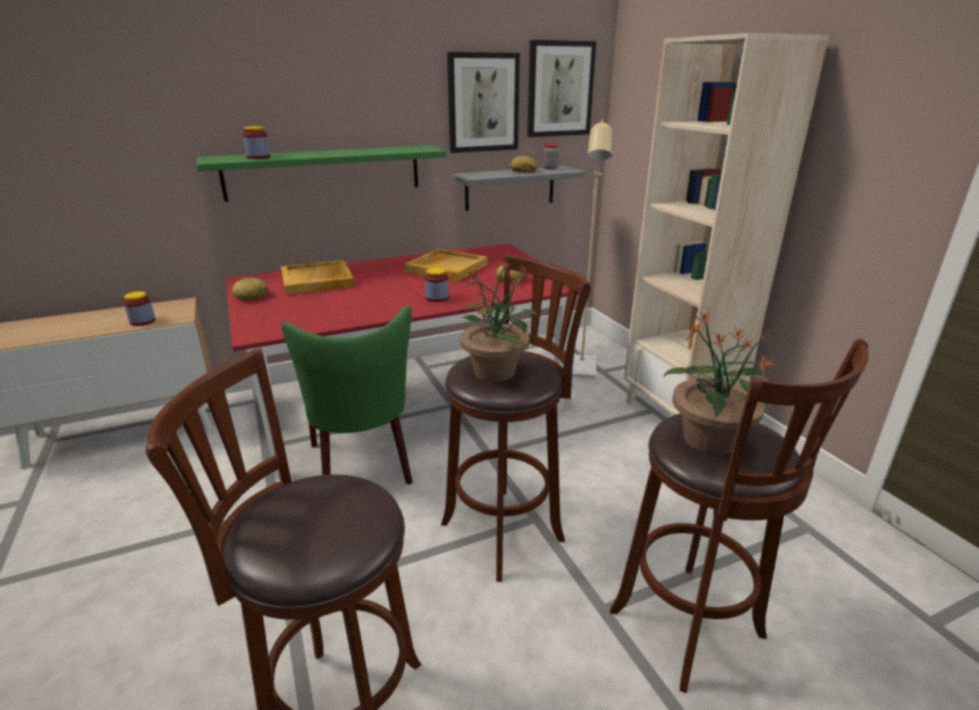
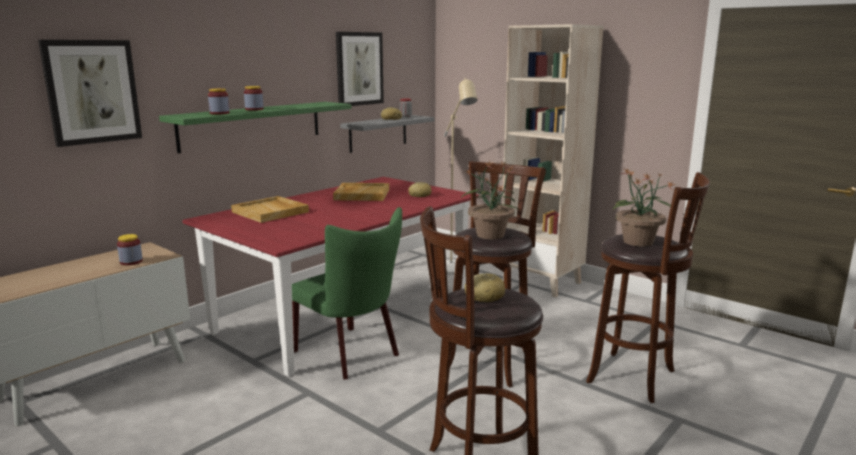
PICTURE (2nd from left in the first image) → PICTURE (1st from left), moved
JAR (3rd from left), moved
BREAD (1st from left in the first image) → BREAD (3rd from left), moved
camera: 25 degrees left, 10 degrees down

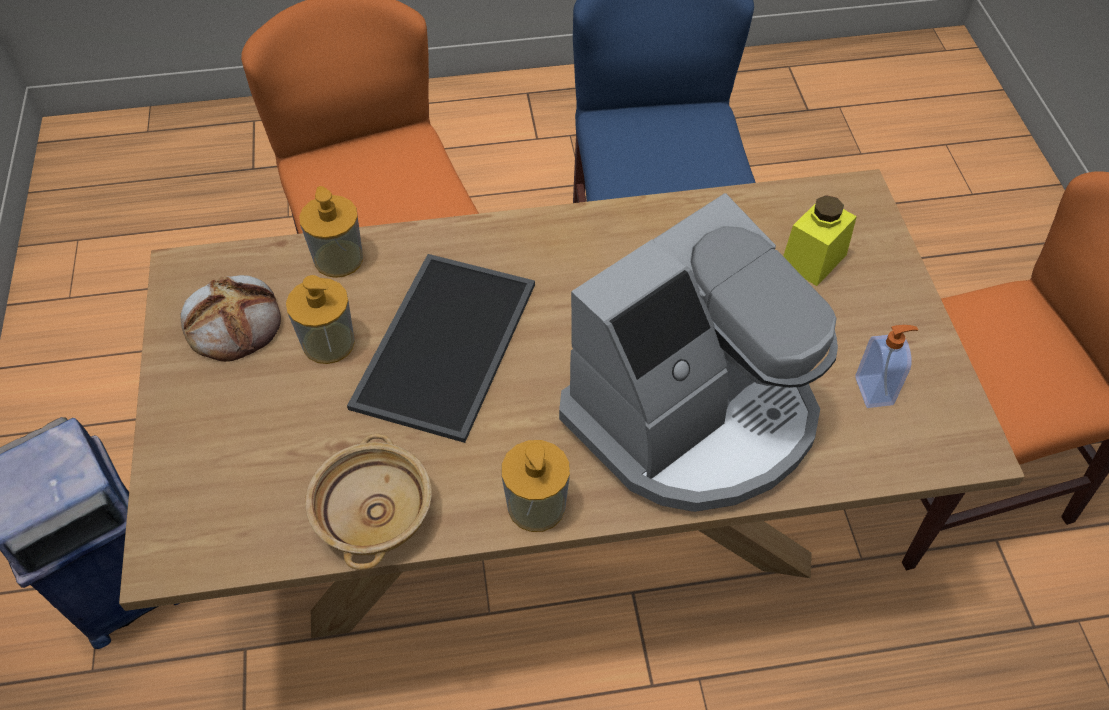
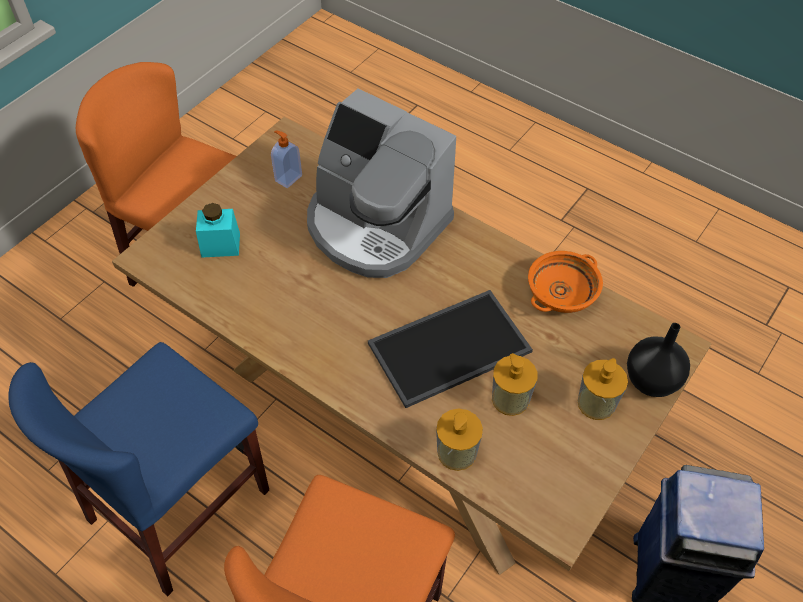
COFFEE MACHINE, 150 degrees counterclockwise
YELLOW JAR → TURQUOISE JAR
BREAD → -
BEIGE BOWL → ORANGE BOWL
SOAP DISPENSER (3rd from left in the first image) → SOAP DISPENSER (4th from left), moved
- → BLACK VASE
camera: 135 degrees left, 0 degrees up

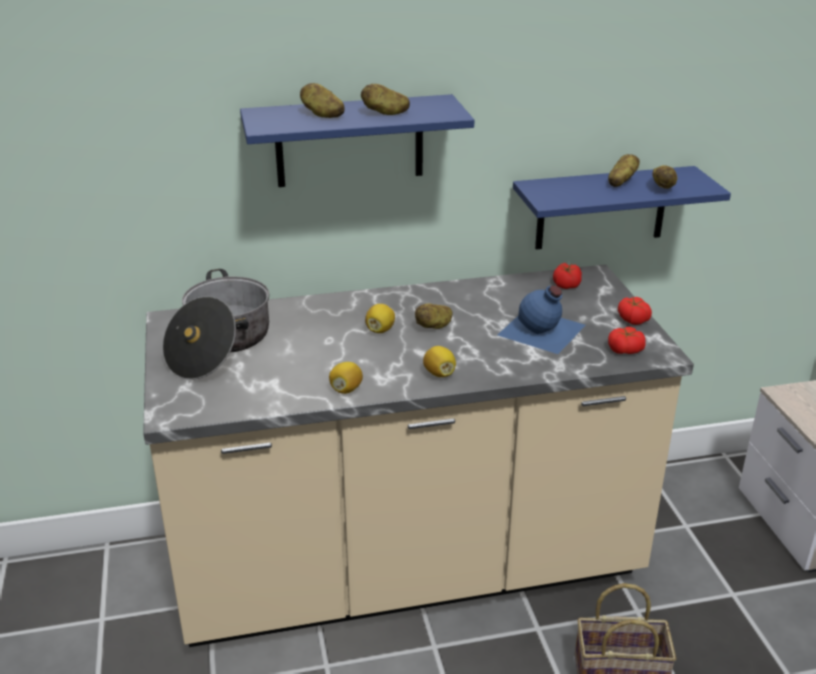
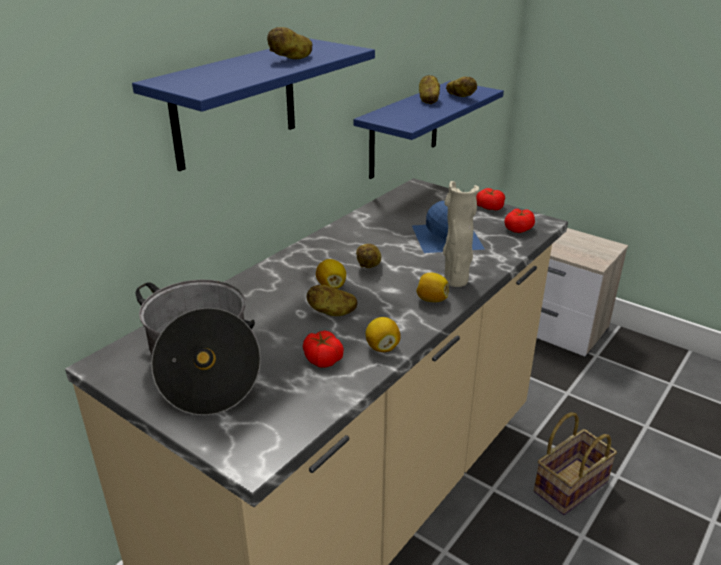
POTATO (1st from left in the first image) → POTATO (2nd from left), moved
TOMATO (1st from left), moved
- → BEIGE VASE
camera: 40 degrees left, 0 degrees up

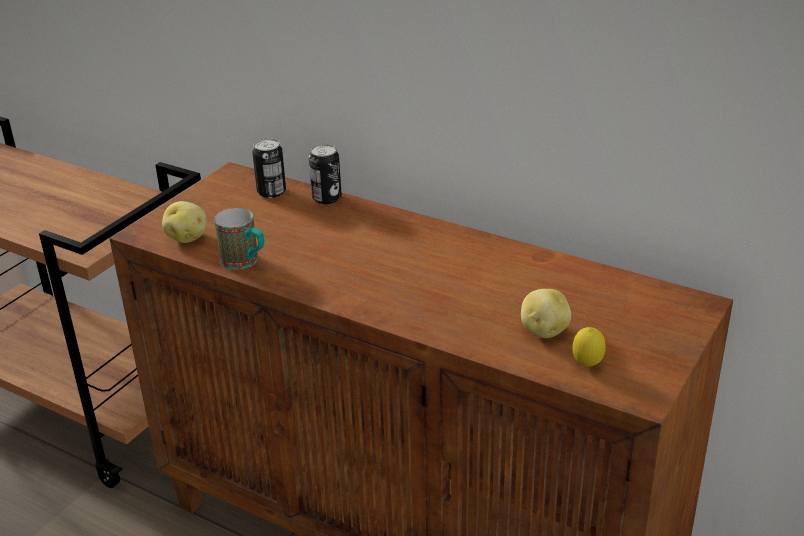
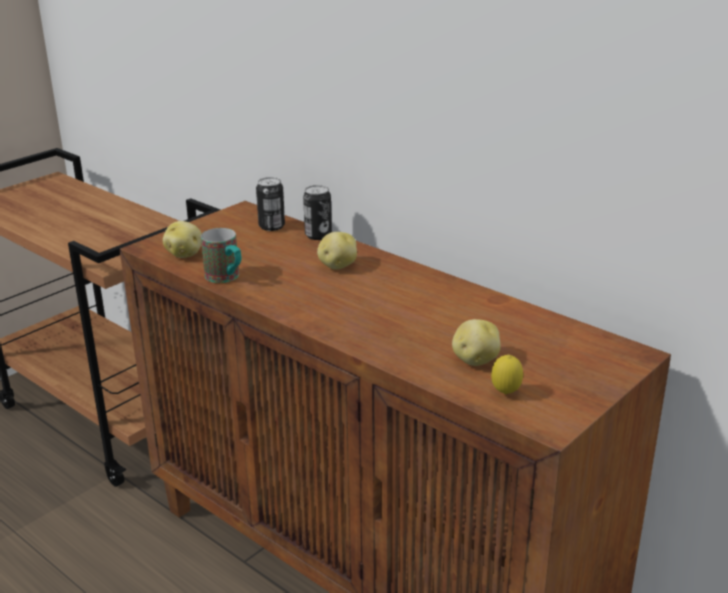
- → POTATO (2nd from left)
camera: 10 degrees right, 5 degrees down

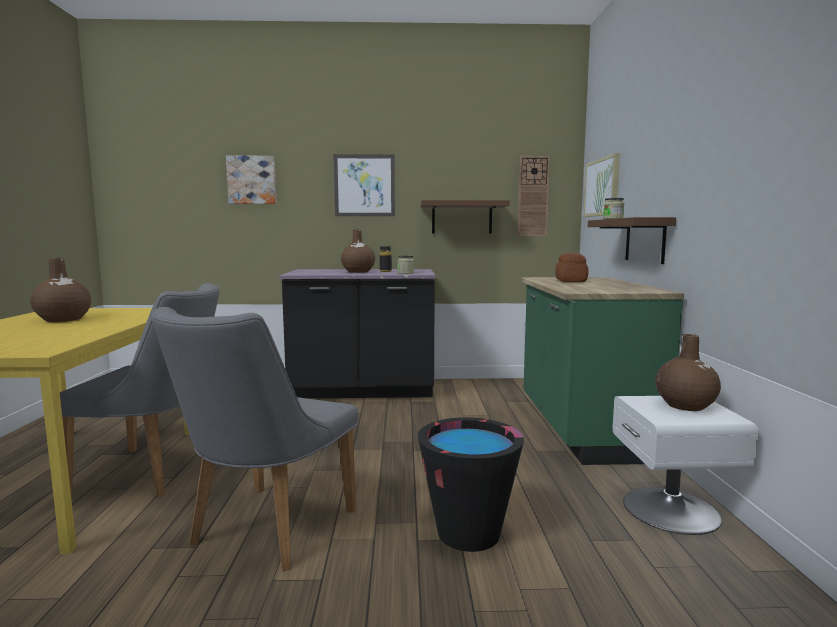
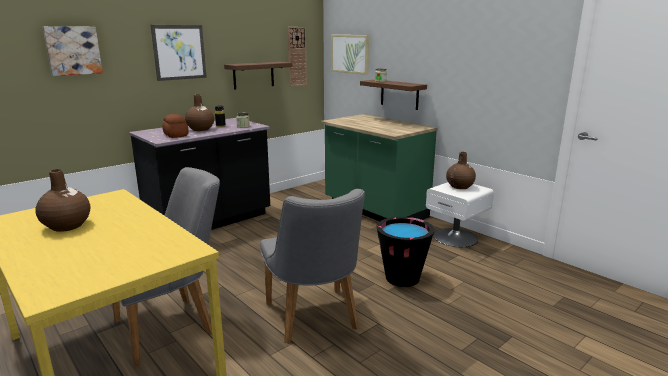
BREAD, moved
camera: 40 degrees left, 10 degrees up

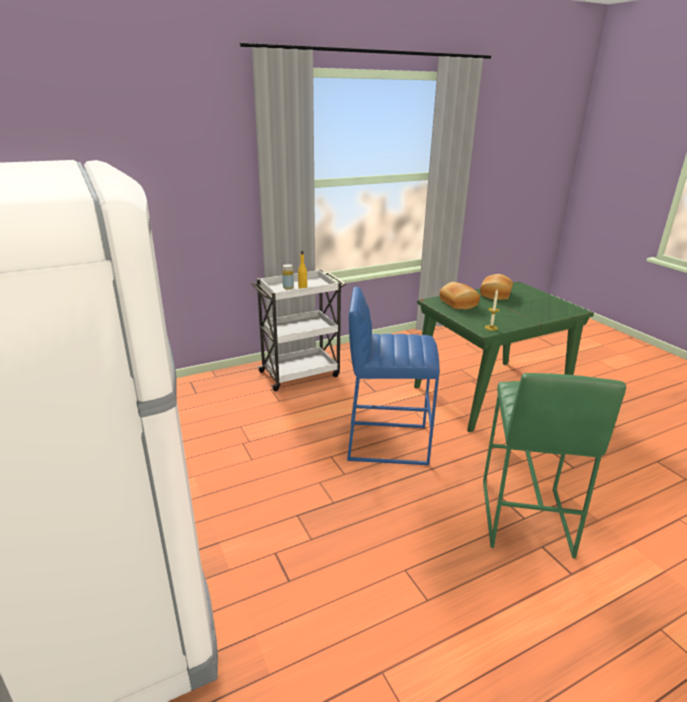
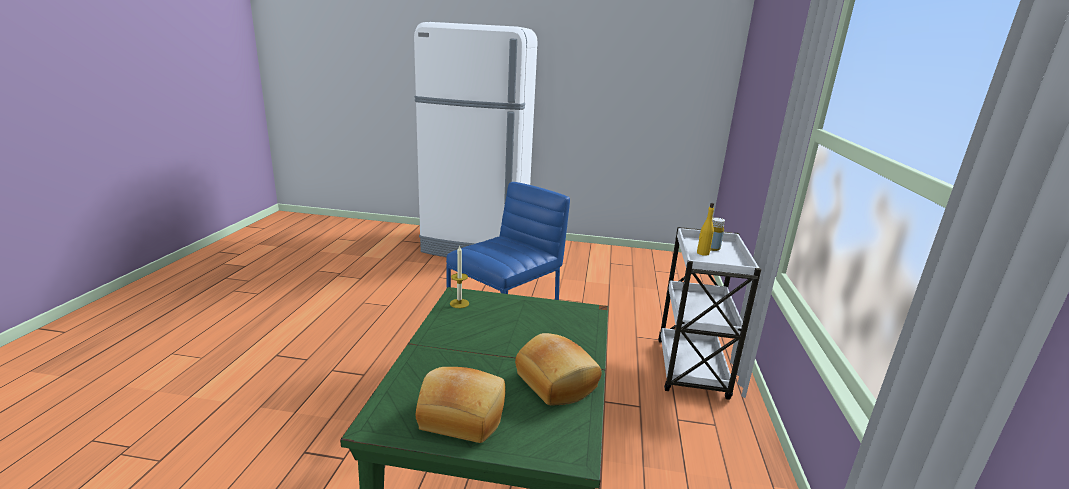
BREAD (1st from left), moved
GREEN STOOL → -
camera: 125 degrees right, 5 degrees down

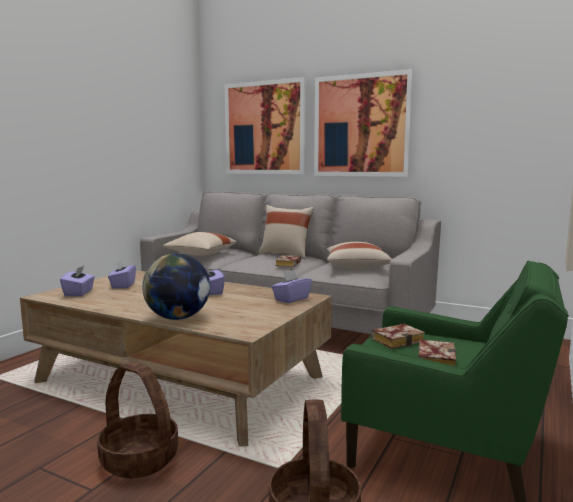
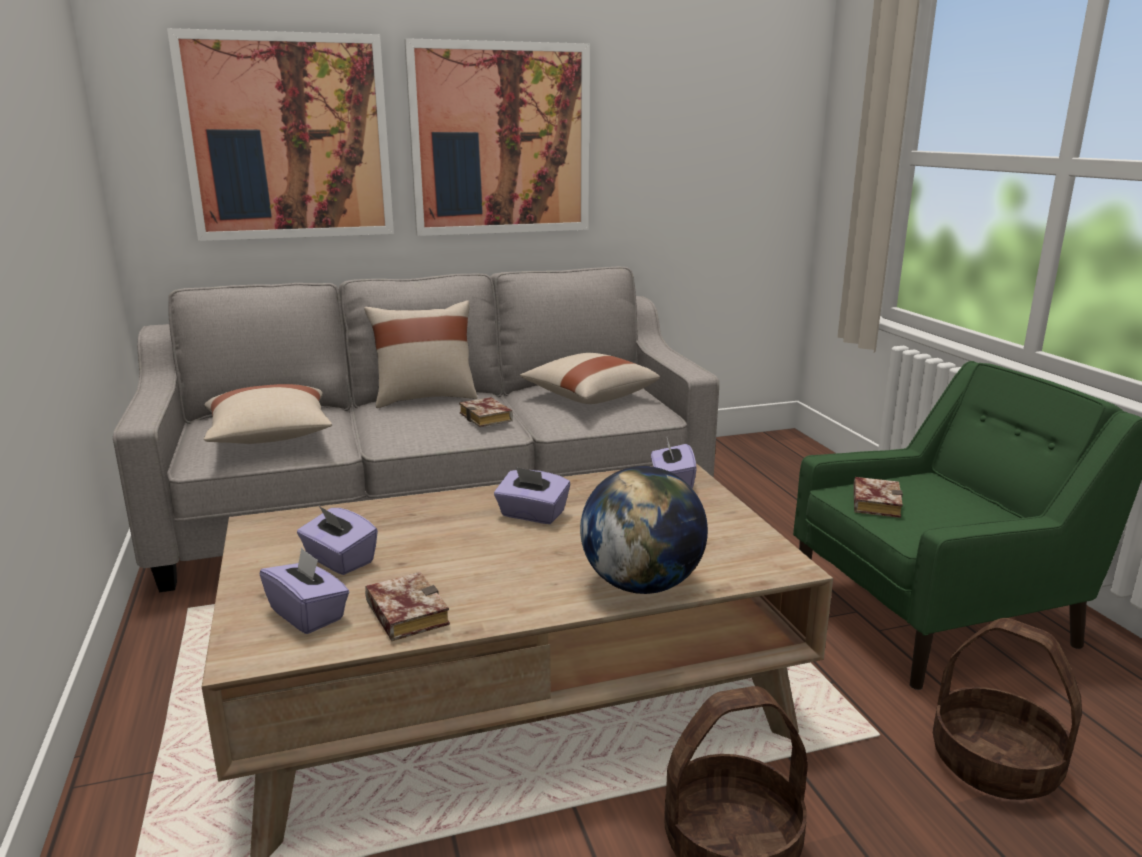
BOOK (3rd from left in the first image) → BOOK (1st from left), moved
camera: 45 degrees left, 10 degrees up

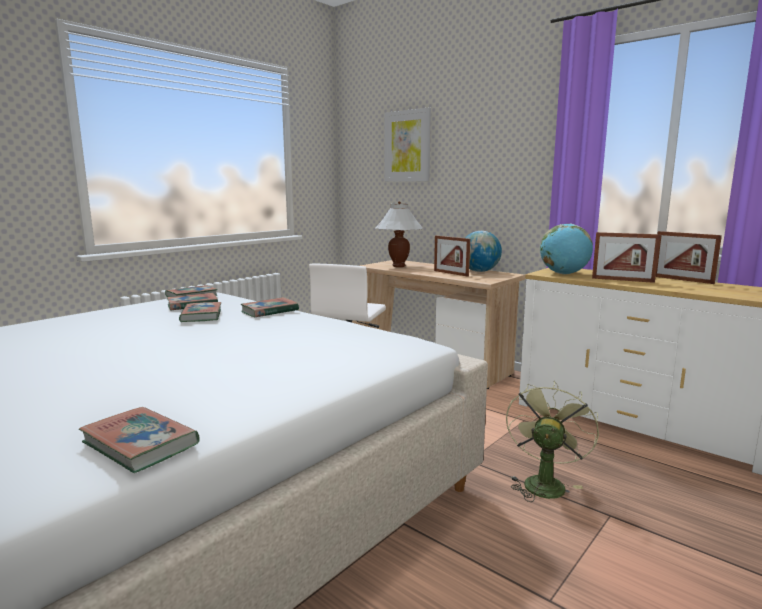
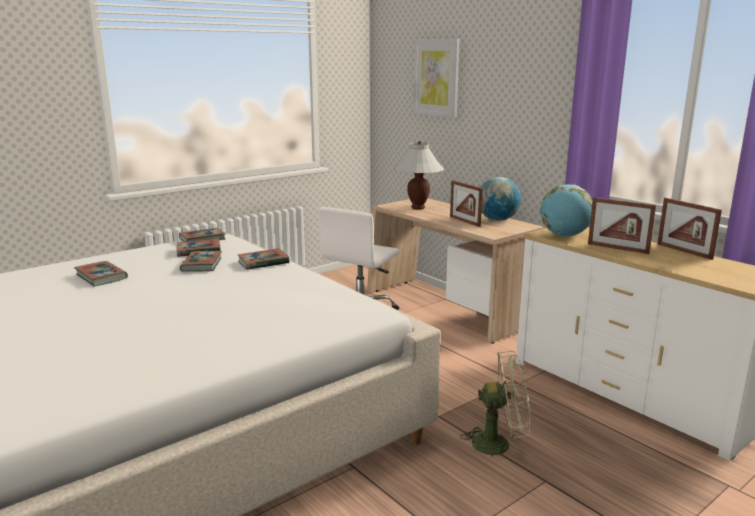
GREEN FAN, 60 degrees clockwise
BOOK (1st from left), moved
camera: 10 degrees right, 5 degrees up

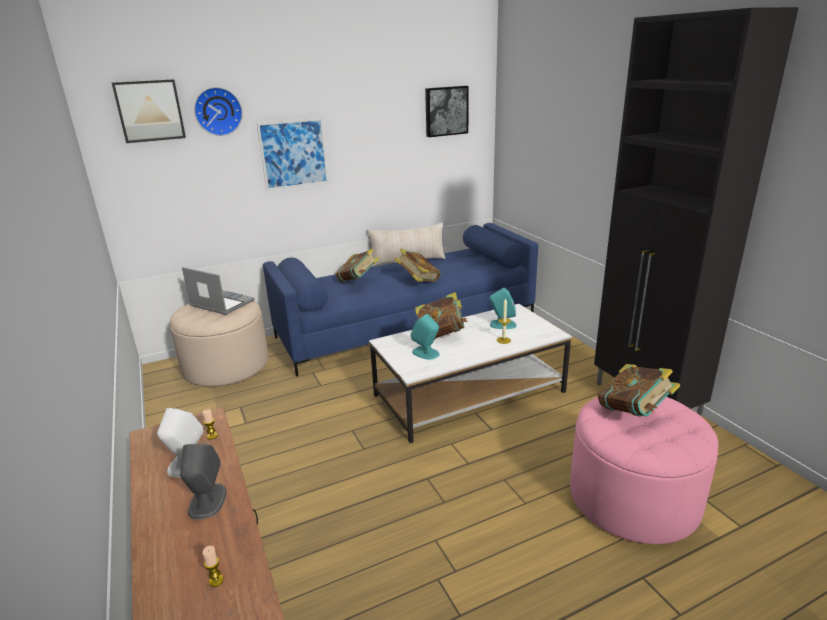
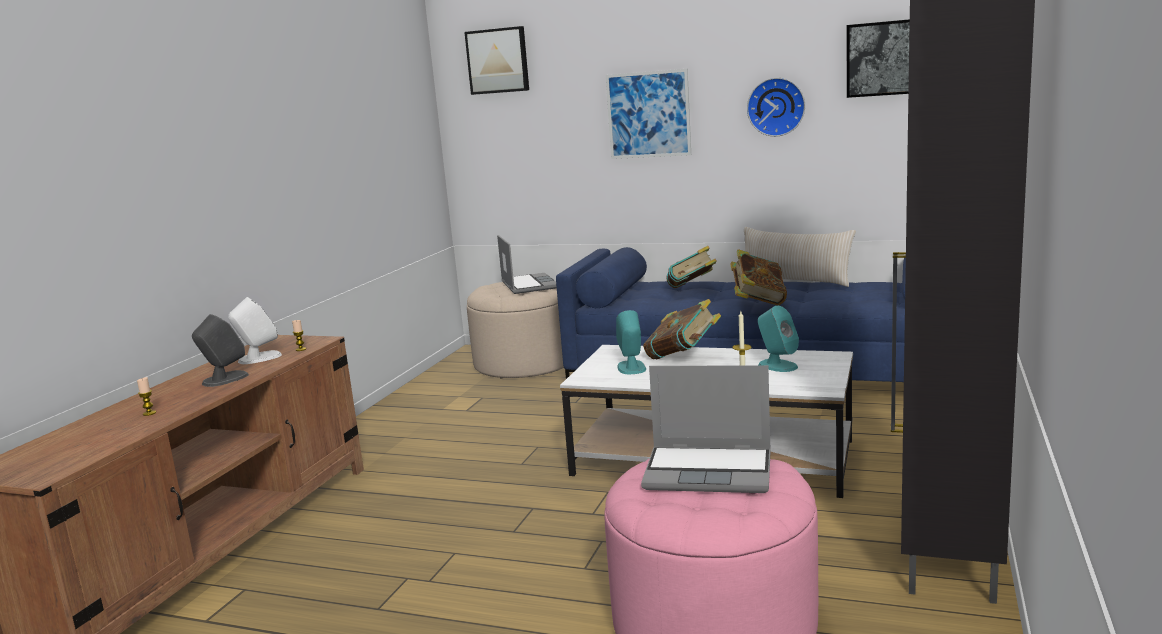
WALL CLOCK, moved
BOOK (4th from left) → LAPTOP (2nd from left)
camera: 45 degrees right, 10 degrees down

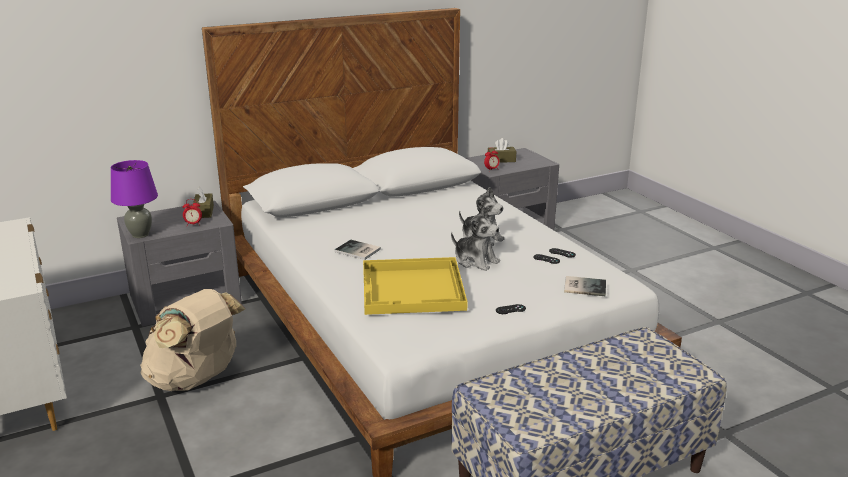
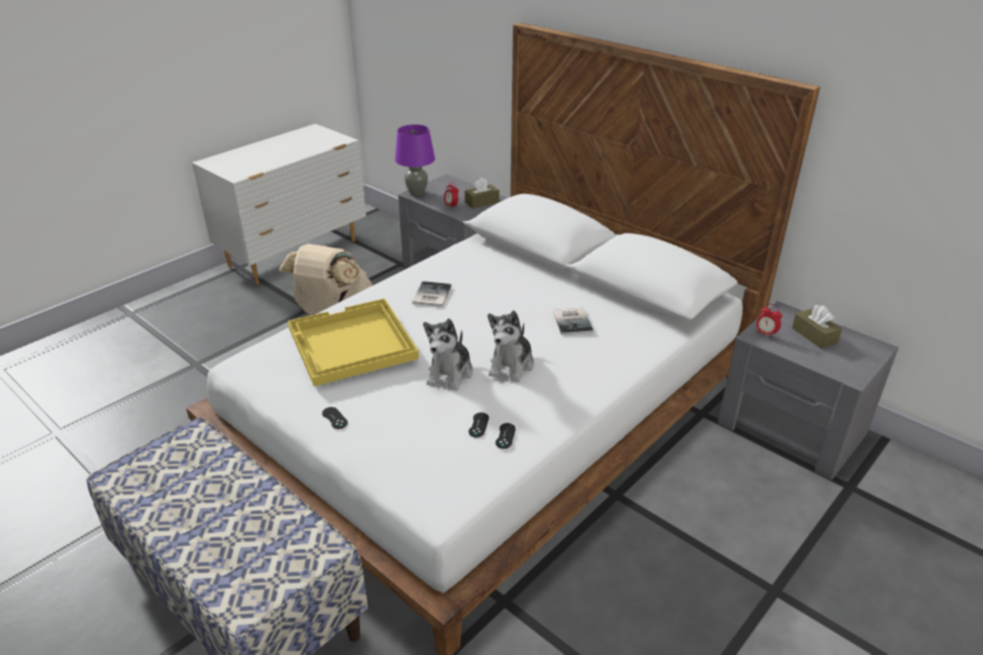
BOOK (2nd from left), moved
camera: 70 degrees right, 10 degrees up

